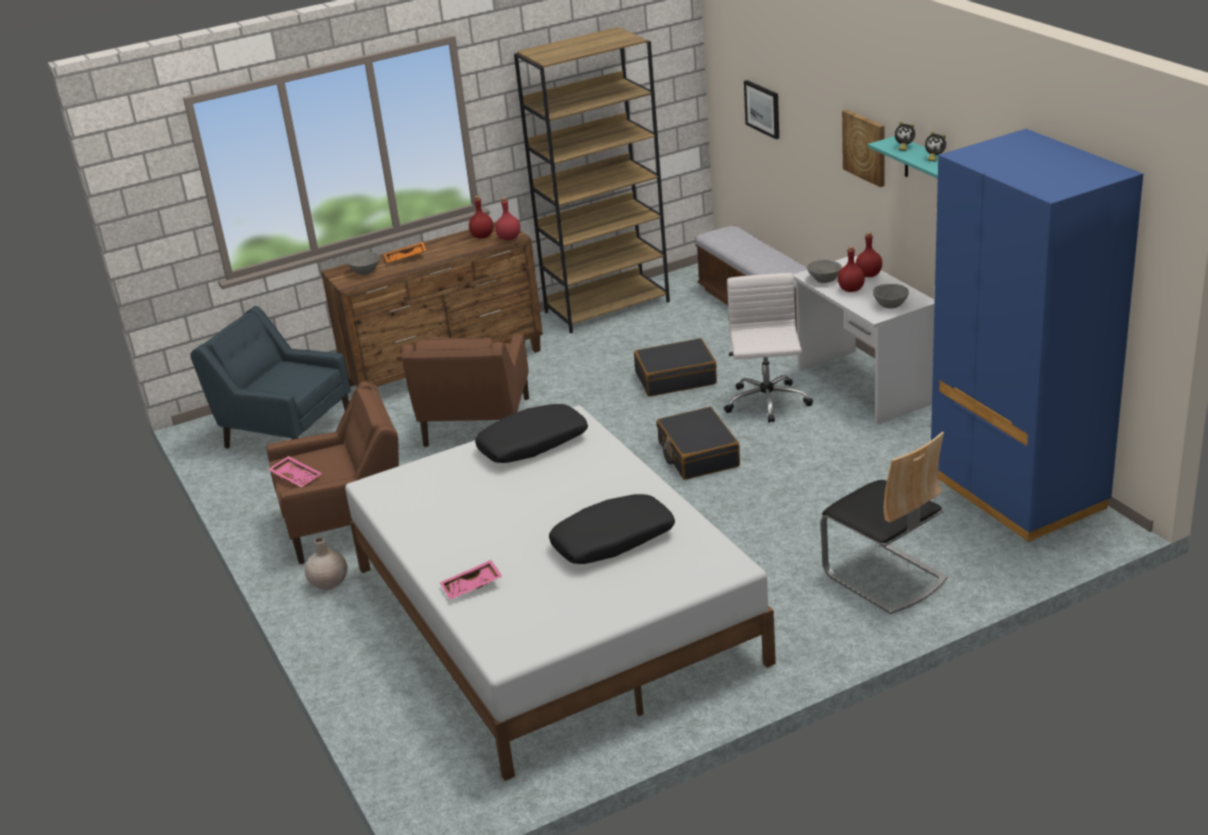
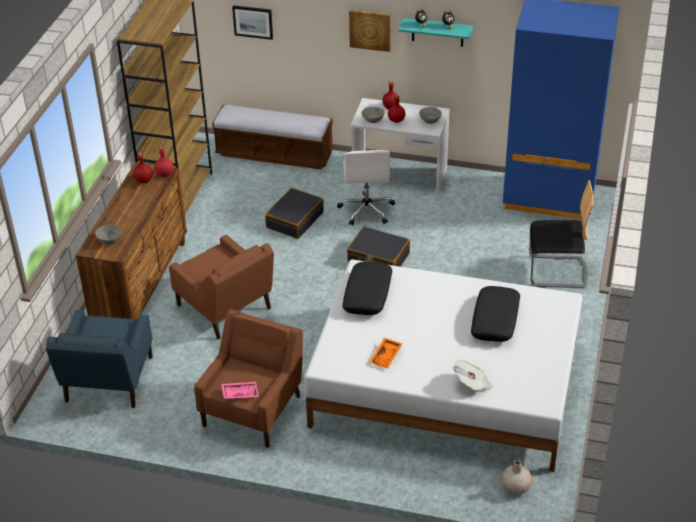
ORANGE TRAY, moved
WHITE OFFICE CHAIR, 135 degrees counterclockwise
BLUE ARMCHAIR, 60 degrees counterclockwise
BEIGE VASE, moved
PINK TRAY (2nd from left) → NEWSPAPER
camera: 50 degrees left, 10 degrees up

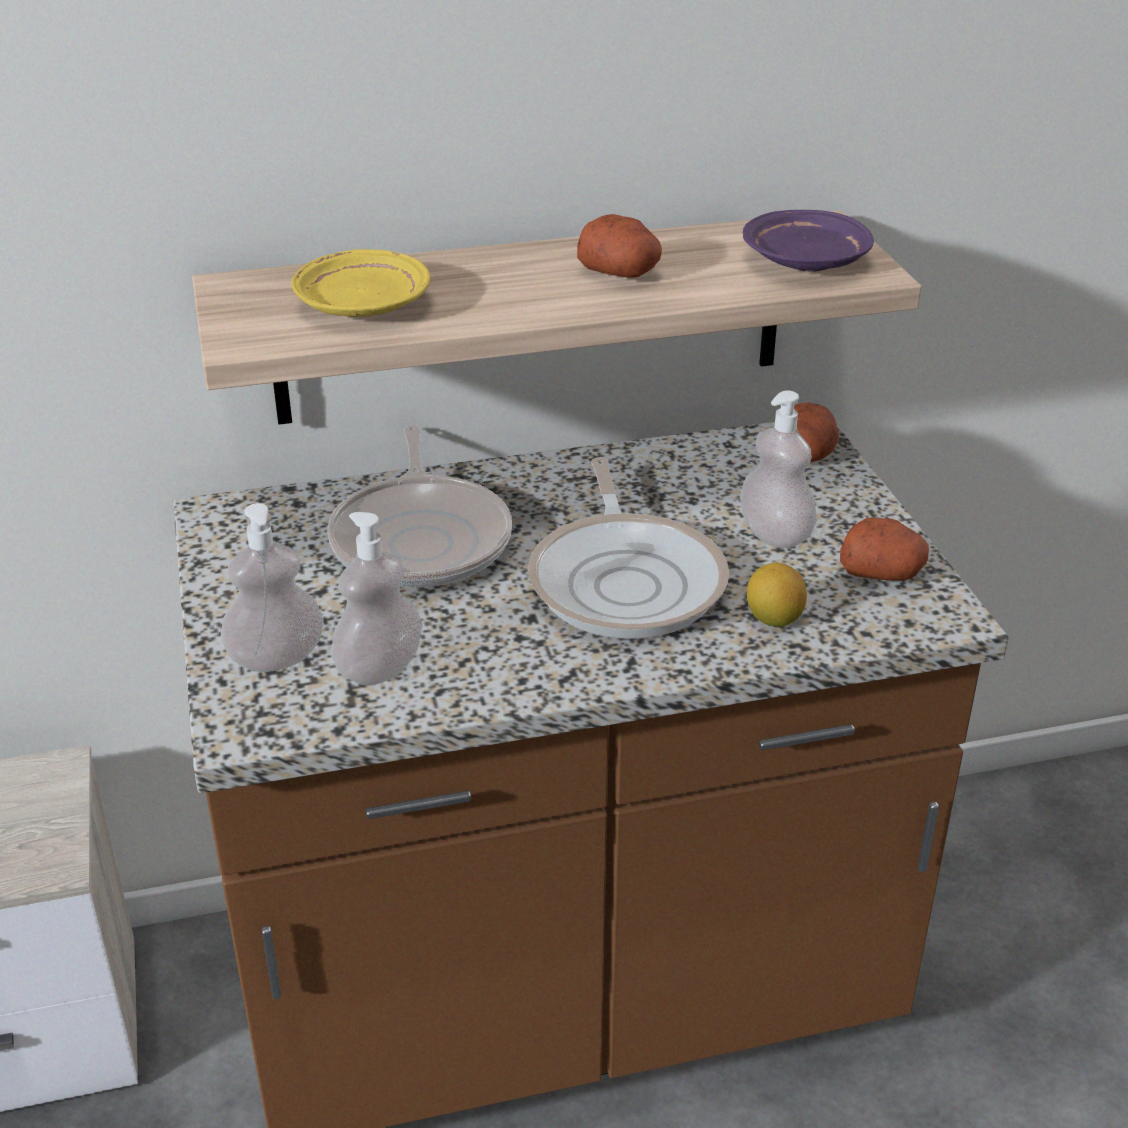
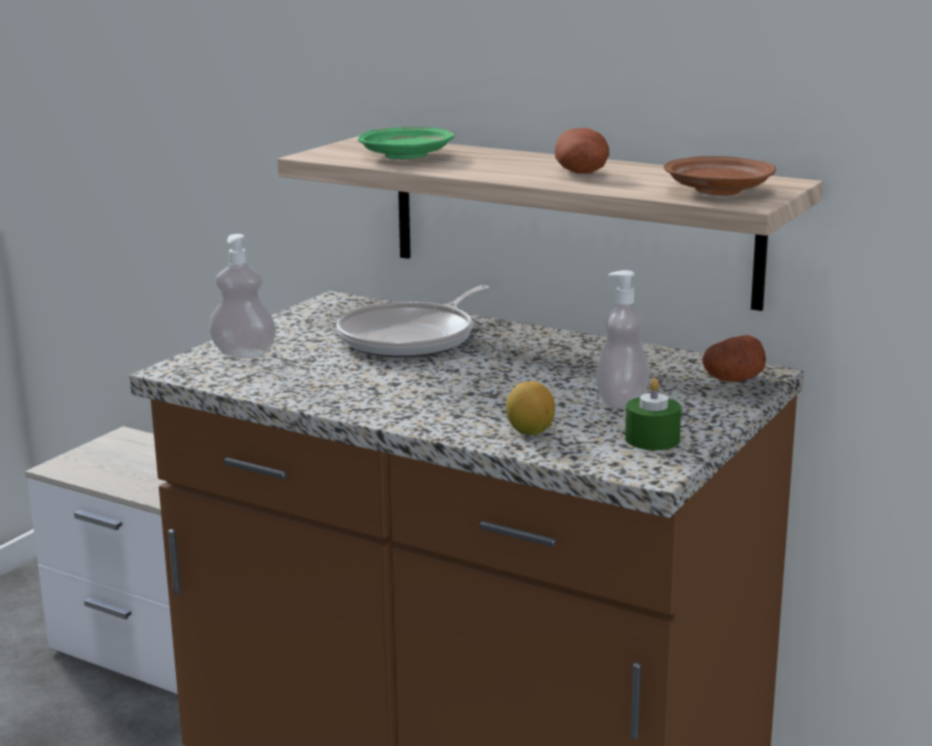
PURPLE PLATE → BROWN PLATE
YELLOW PLATE → GREEN PLATE
FRYING PAN (2nd from left) → -
SOAP DISPENSER (2nd from left) → -
POTATO (3rd from left) → GREEN CANDLE
camera: 45 degrees right, 15 degrees down

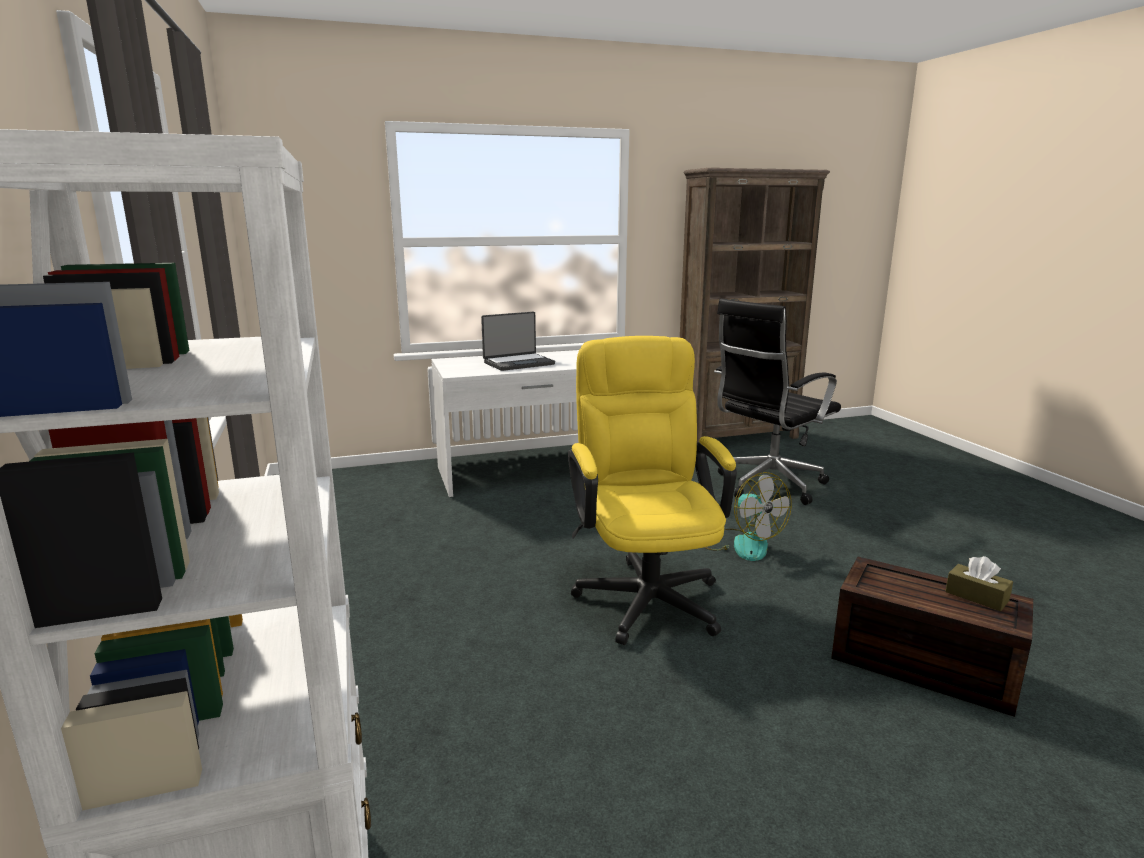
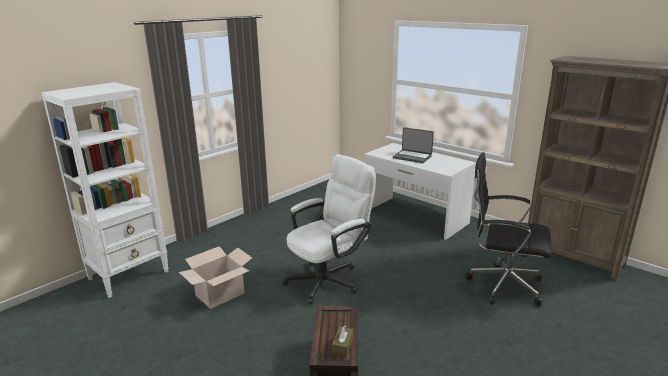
YELLOW OFFICE CHAIR → WHITE OFFICE CHAIR
FAN → -
- → CARDBOARD BOX
camera: 60 degrees right, 5 degrees up

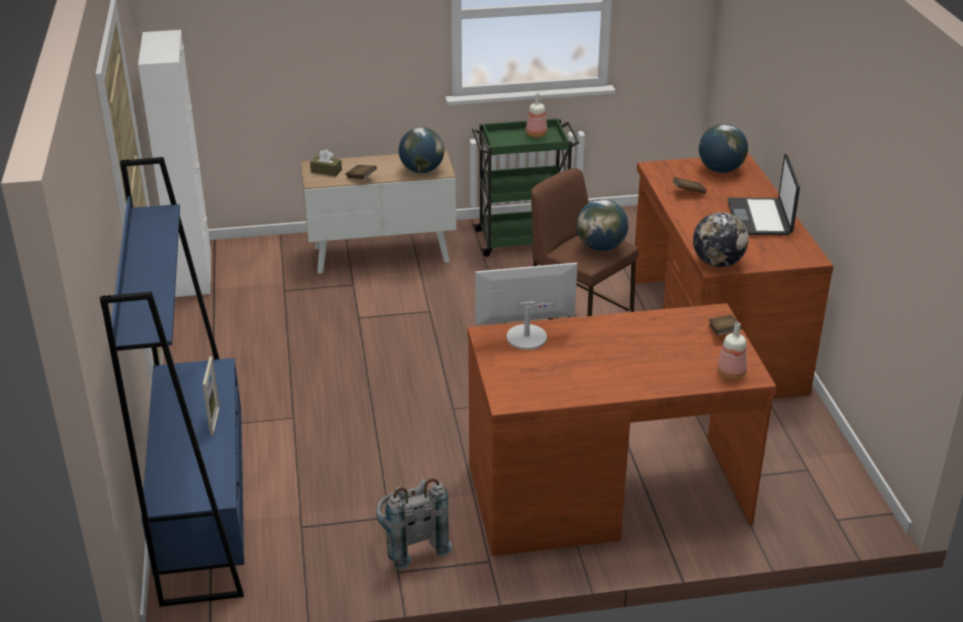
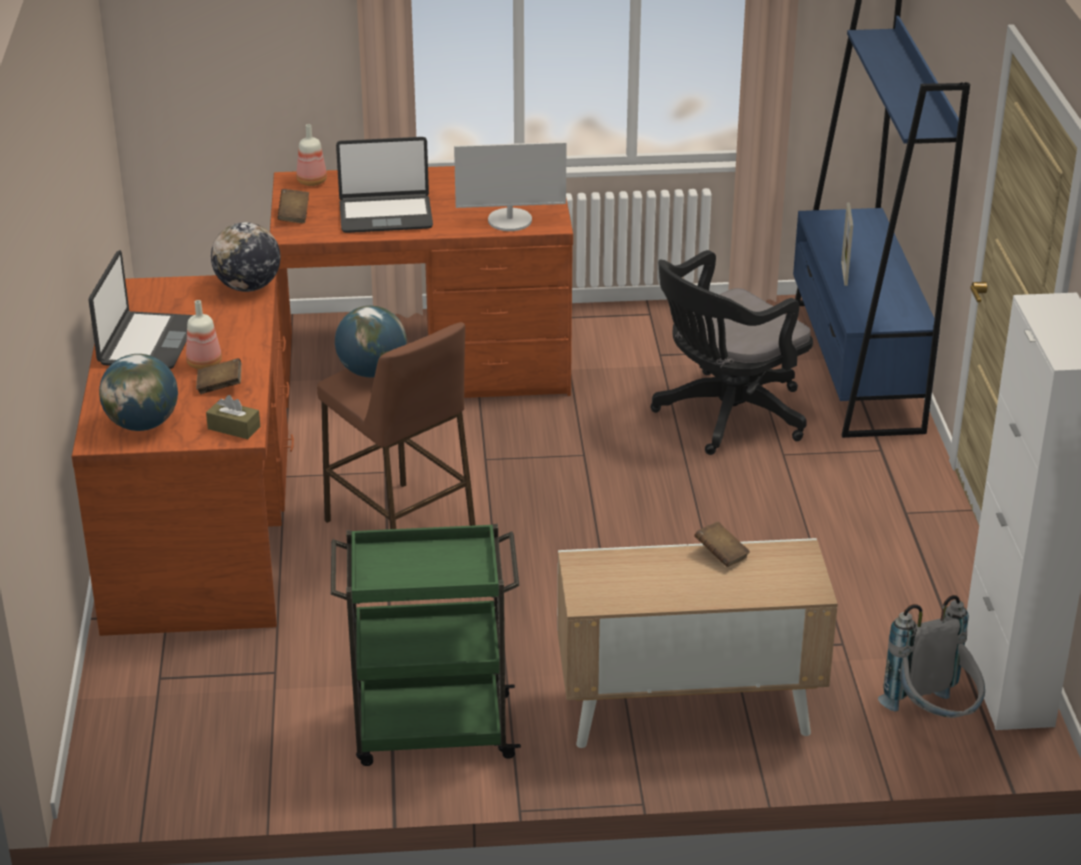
BOTTLE (1st from left), moved
GLOBE (1st from left) → -
BROWN TISSUE BOX, moved
GREY BACKPACK, moved
- → LAPTOP (2nd from left)
- → BLACK OFFICE CHAIR
camera: 175 degrees left, 0 degrees up

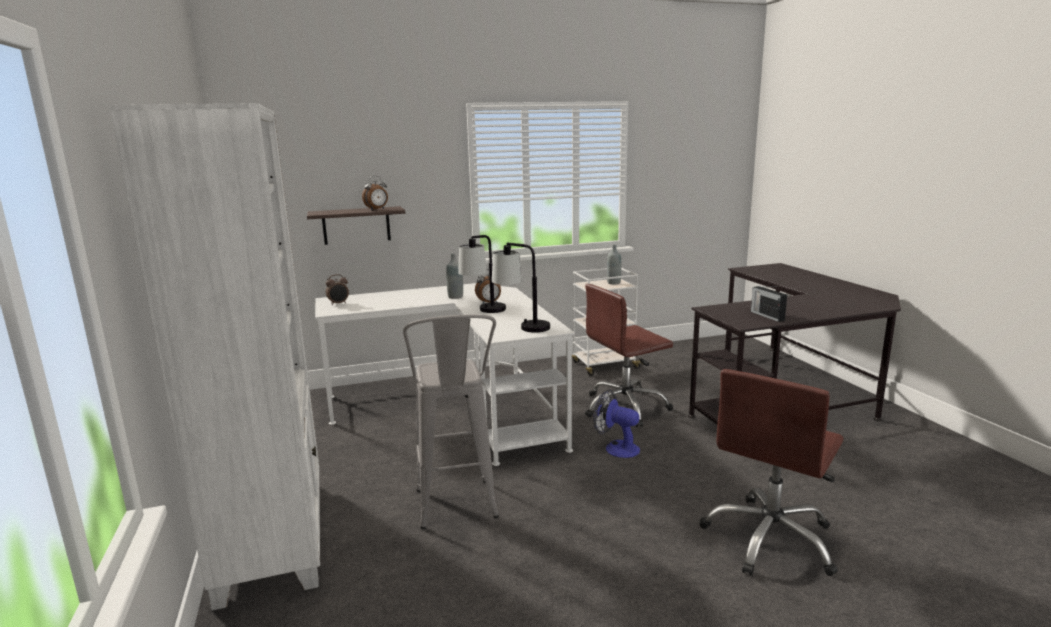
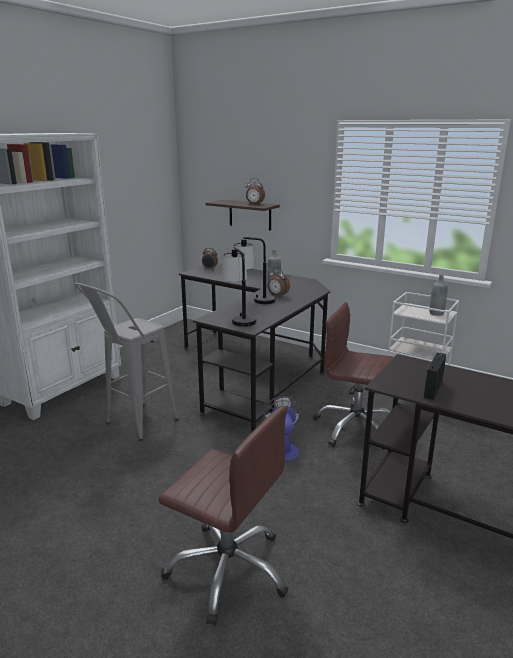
WHITE DESK → BLACK DESK (1st from left)
BROWN OFFICE CHAIR (2nd from left in the first image) → BROWN OFFICE CHAIR (1st from left), 150 degrees counterclockwise
camera: 50 degrees right, 5 degrees up

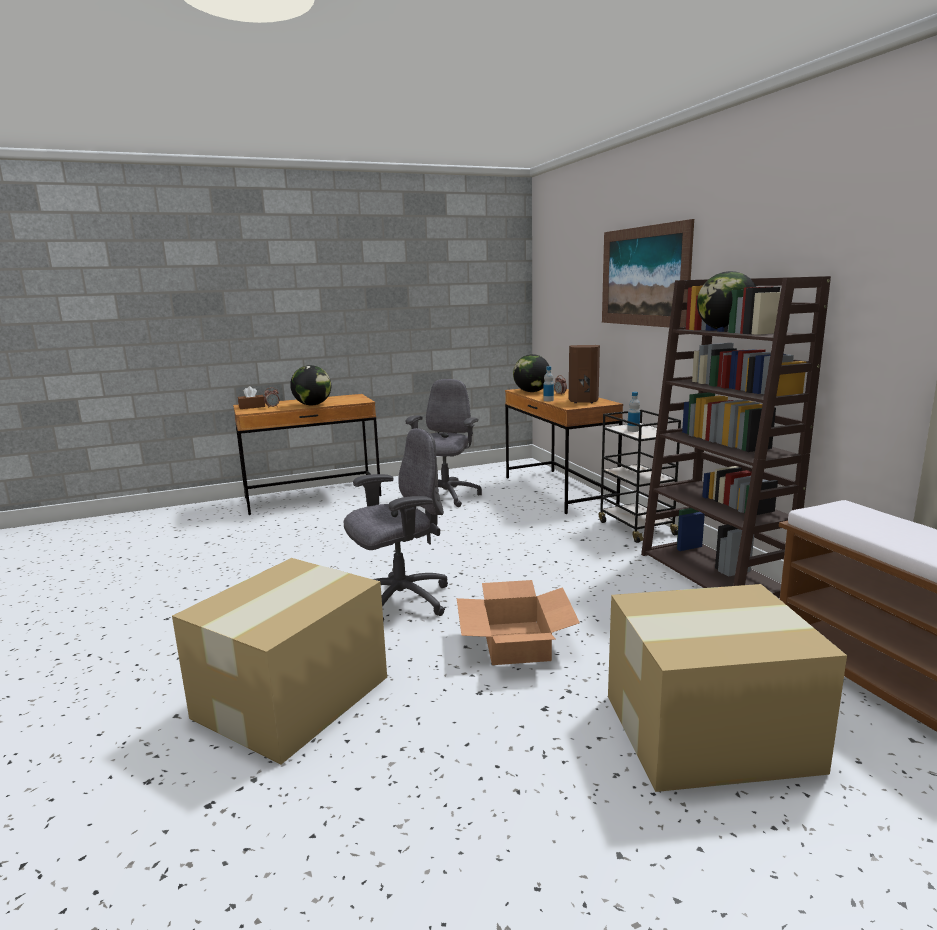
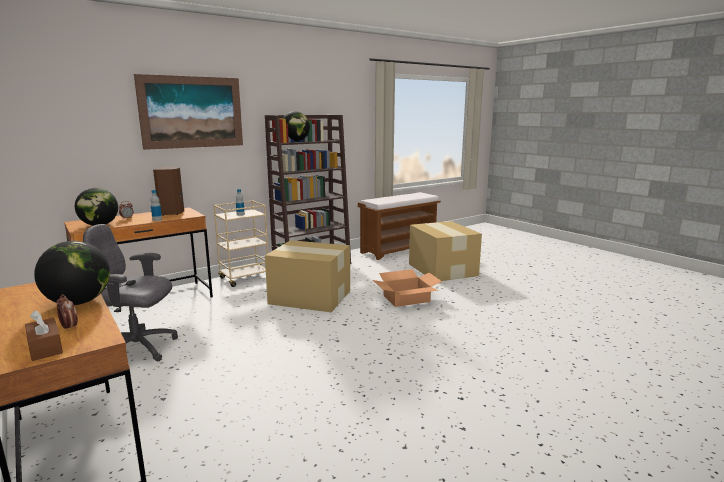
BLACK CART → BEIGE CART
GREY OFFICE CHAIR (1st from left) → -
CARDBOARD BOX (1st from left), moved
camera: 105 degrees left, 0 degrees up

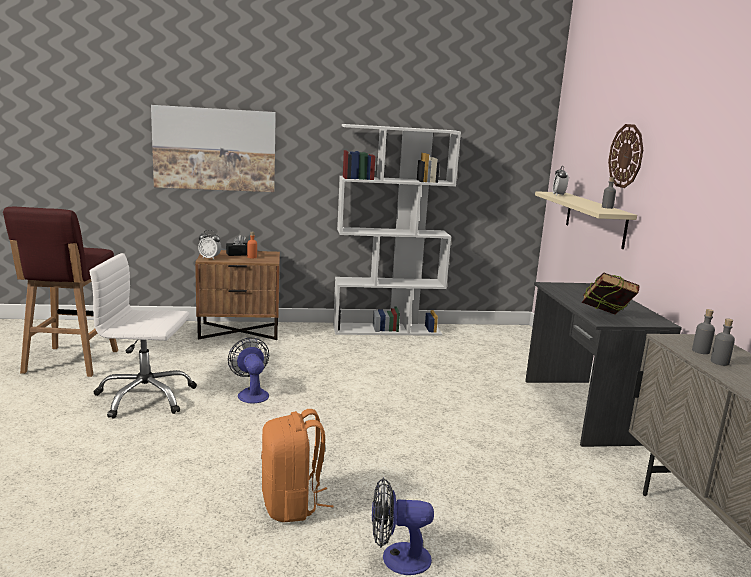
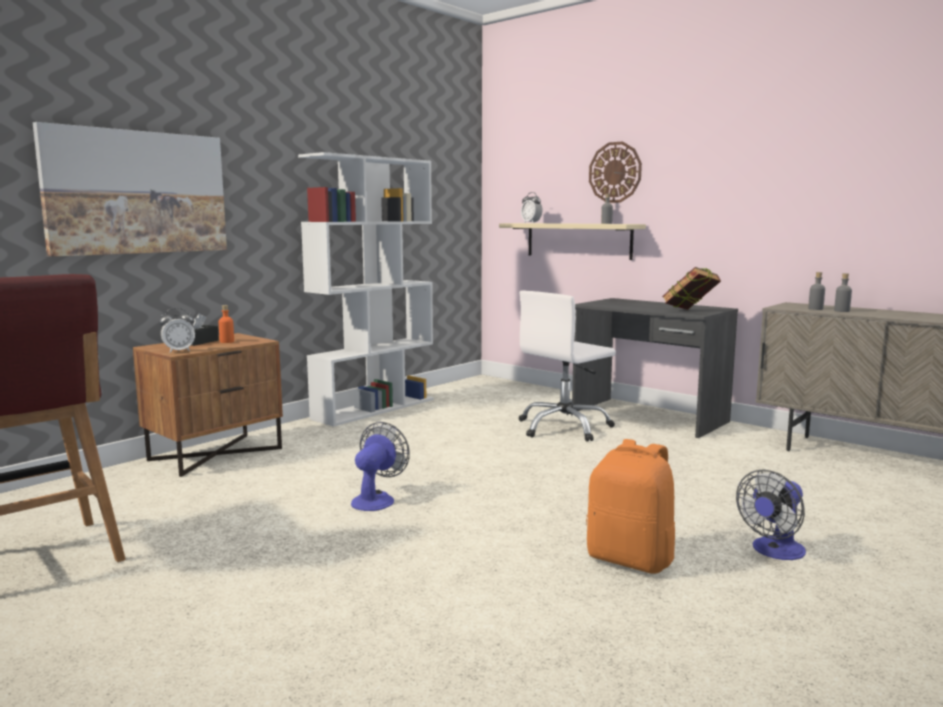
WHITE OFFICE CHAIR, moved
FAN (1st from left), 90 degrees clockwise
camera: 40 degrees left, 5 degrees down

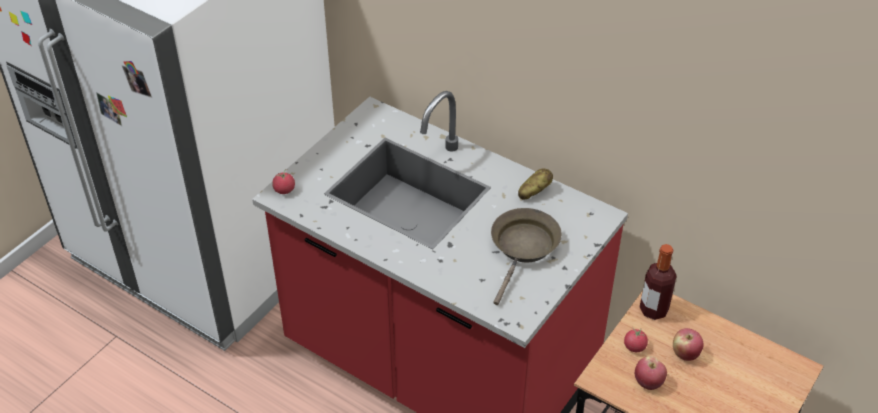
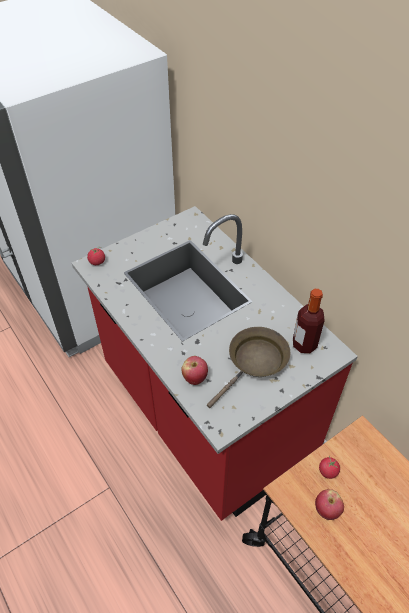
POTATO → -
BOTTLE, moved
APPLE (2nd from left in the first image) → APPLE (1st from left), moved
camera: 20 degrees right, 5 degrees up

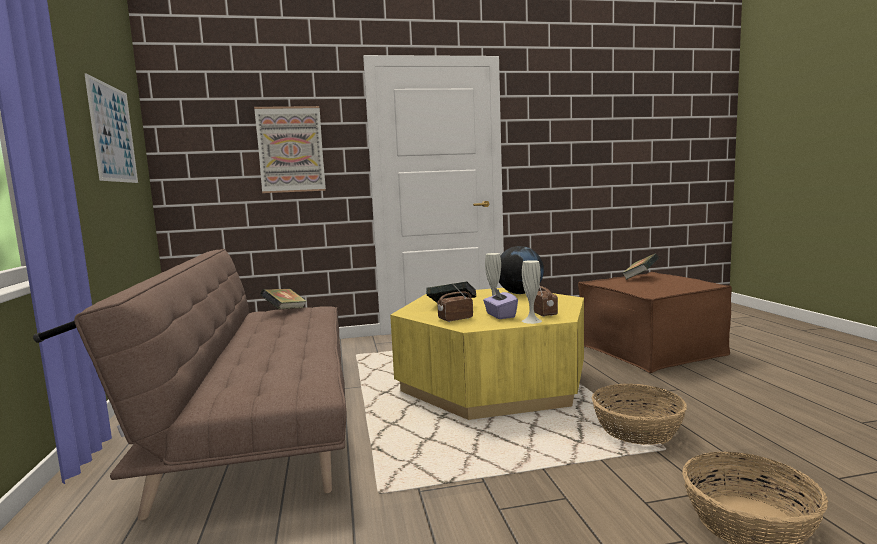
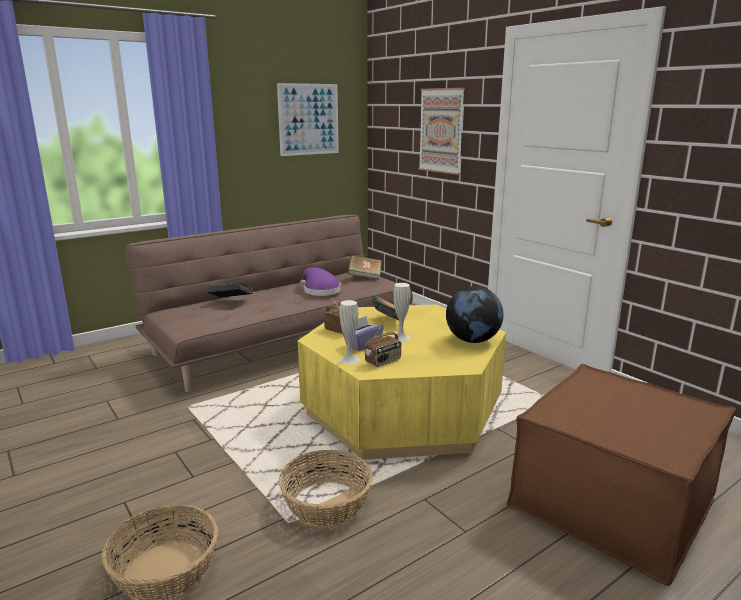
BOOK (3rd from left in the first image) → BOOK (1st from left), moved
- → PURPLE HAT
camera: 65 degrees right, 10 degrees up

